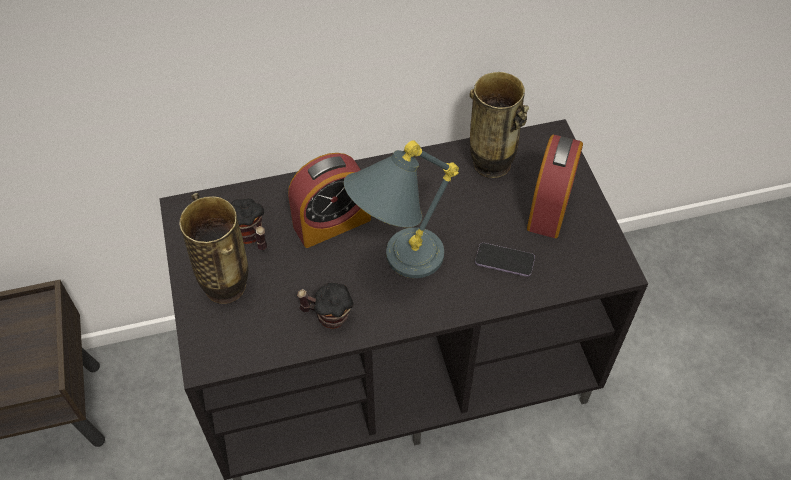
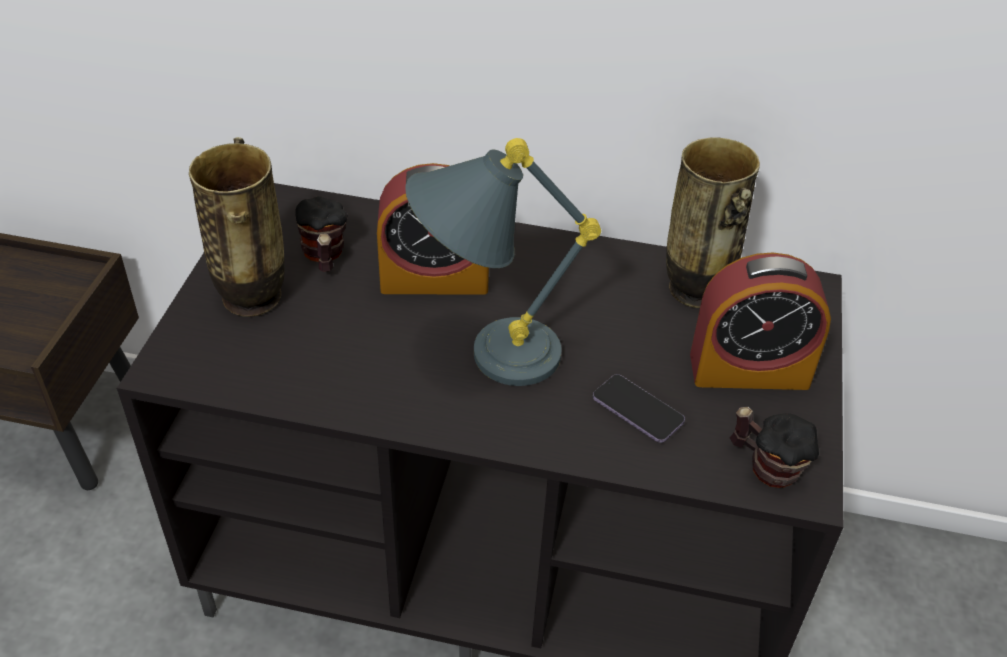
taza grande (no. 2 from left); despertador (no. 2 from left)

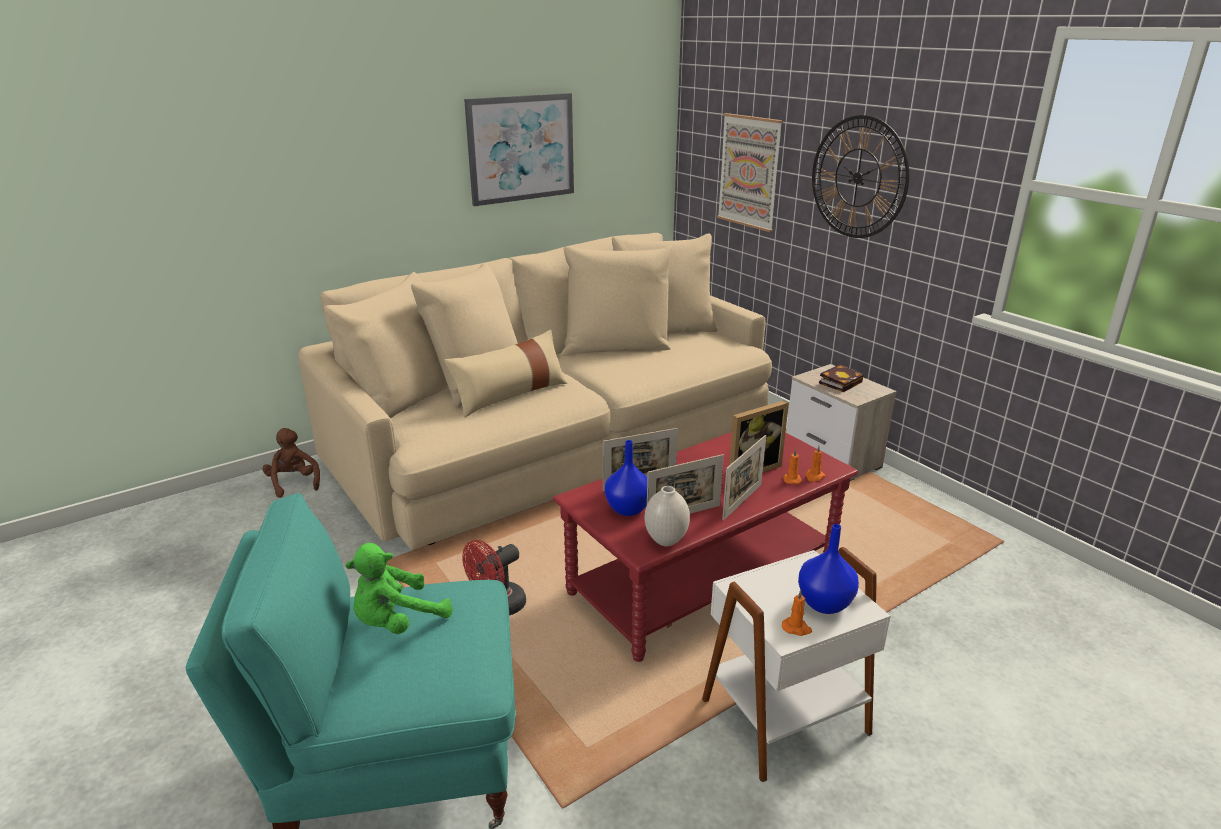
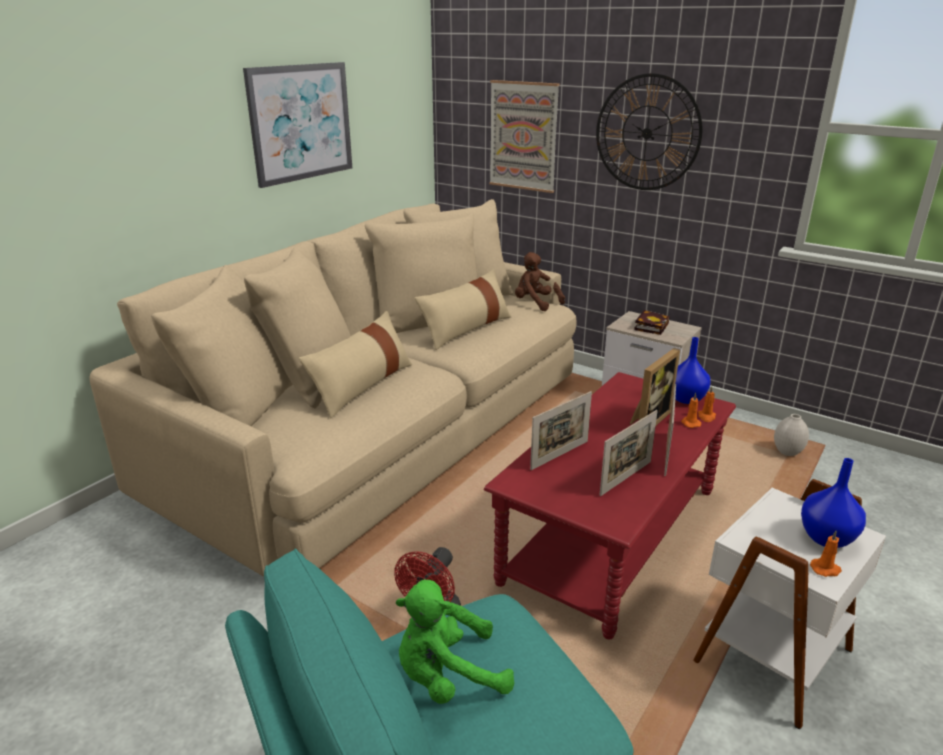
cojín [beis] (no. 2 from left); peluche [marrón]; florero [azul] (no. 1 from left); florero [blanco]; peluche [verde]

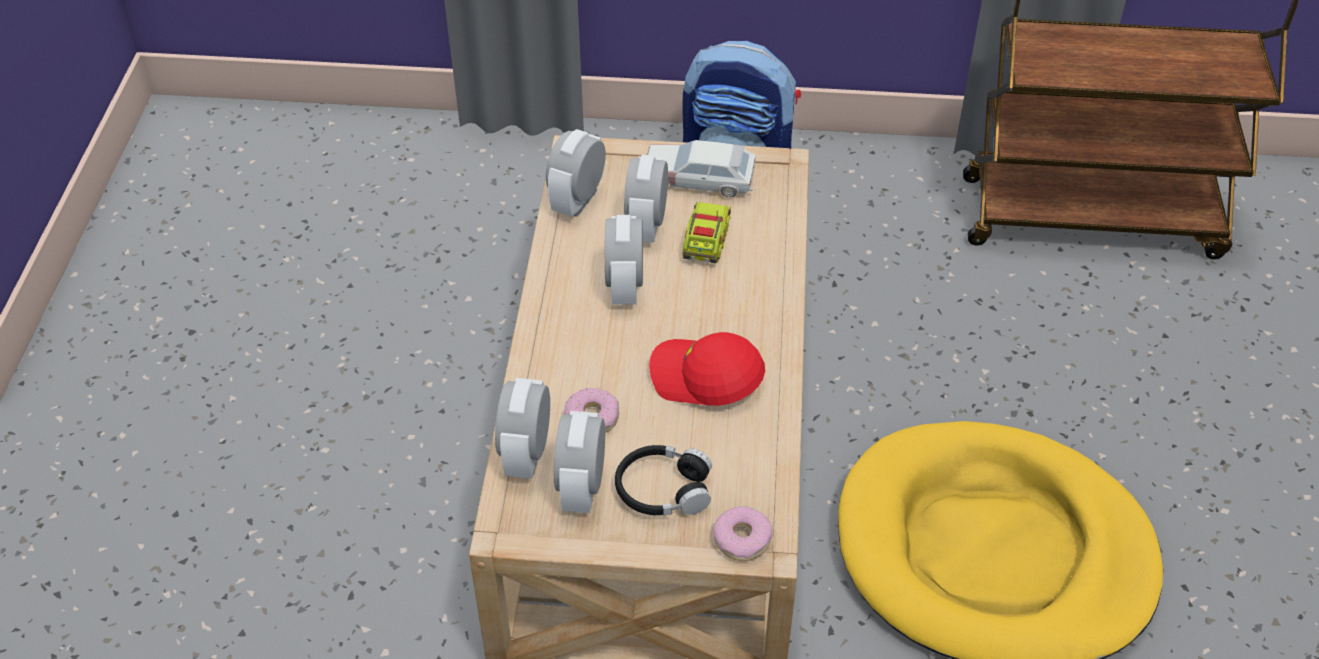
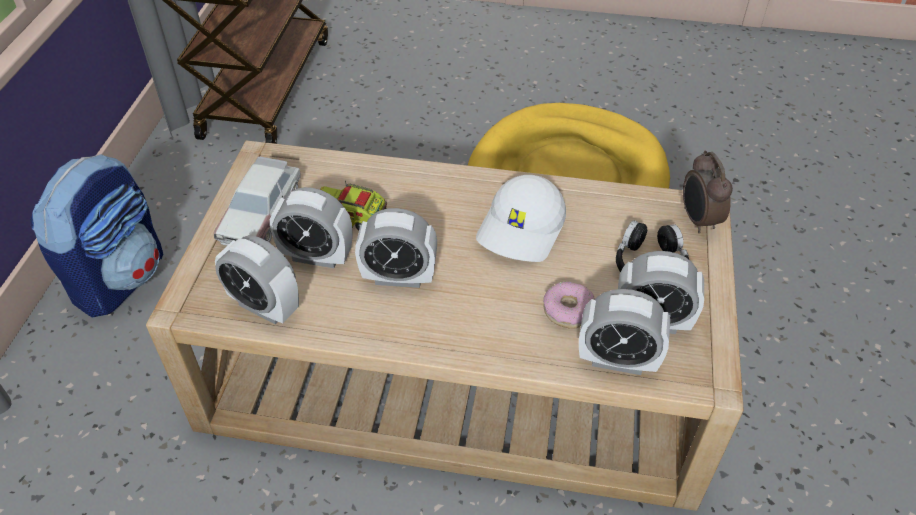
despertador (no. 6 from left); gorra [blanco]

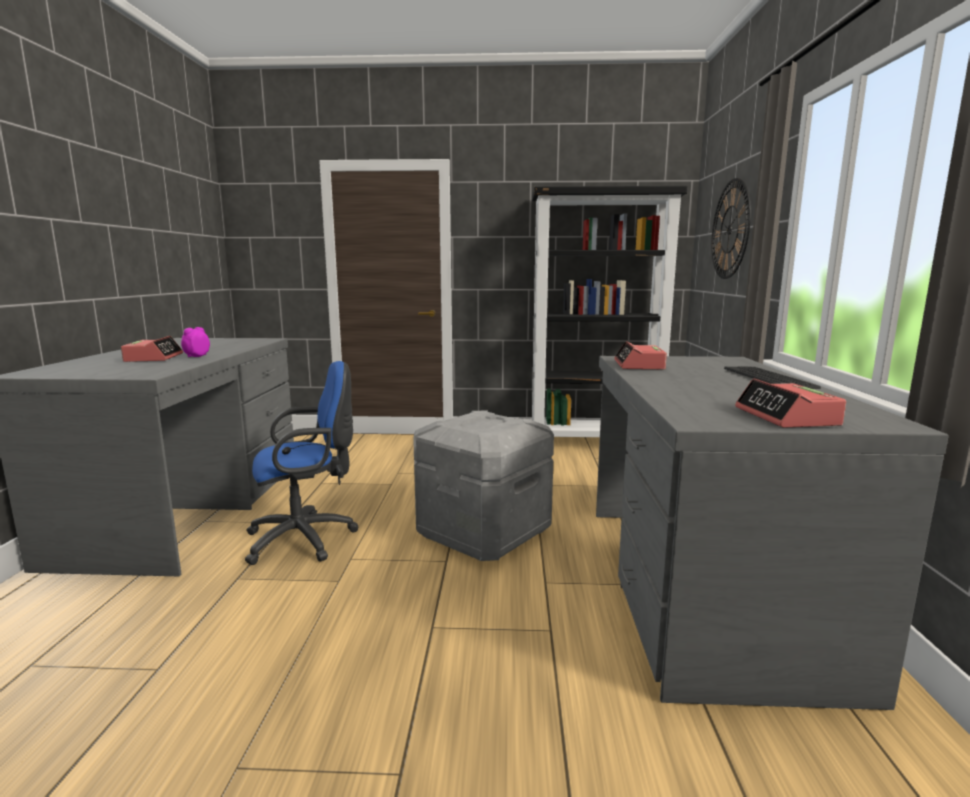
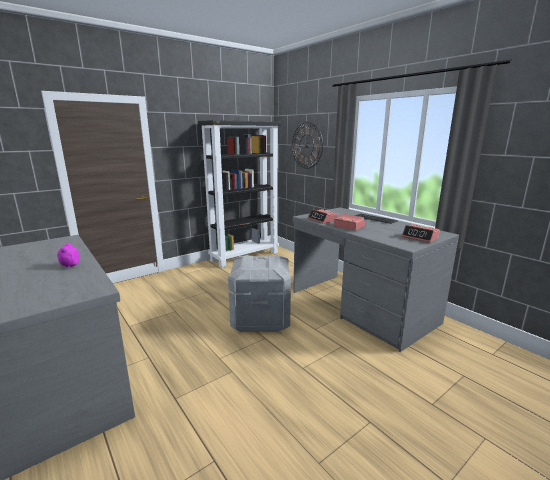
silla de oficina [azul]; despertador (no. 3 from left)

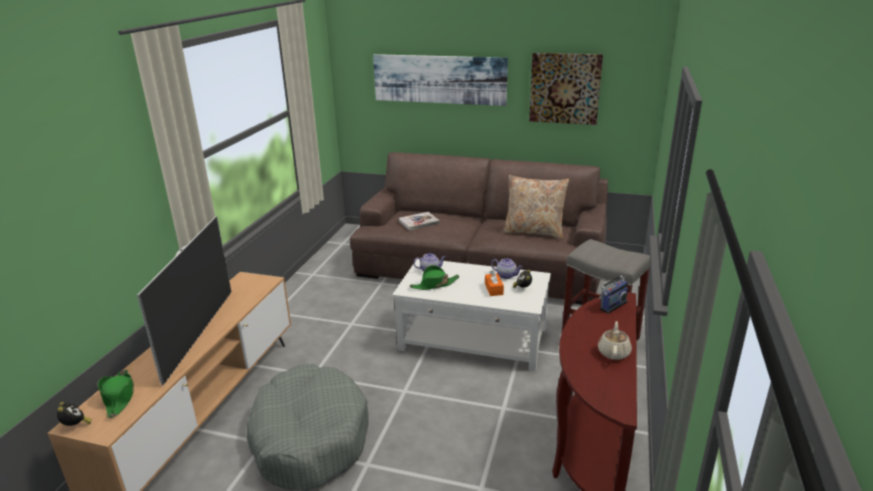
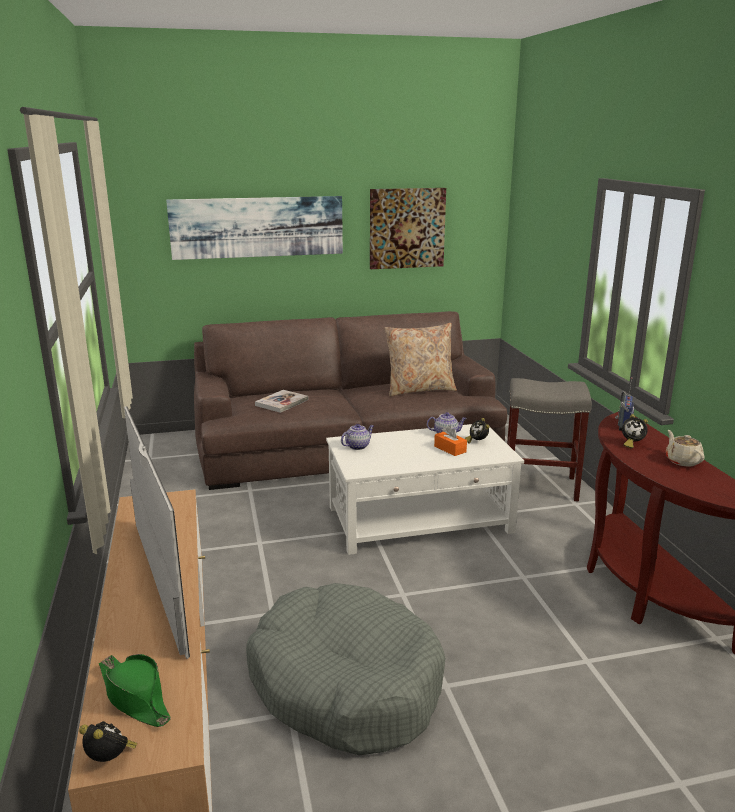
sombrero [verde] (no. 2 from left in the first image); despertador (no. 3 from left)

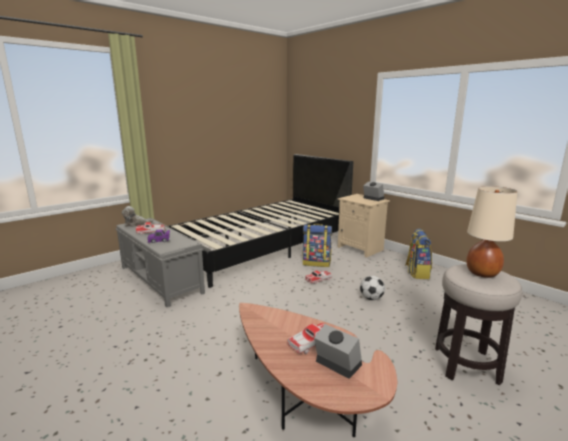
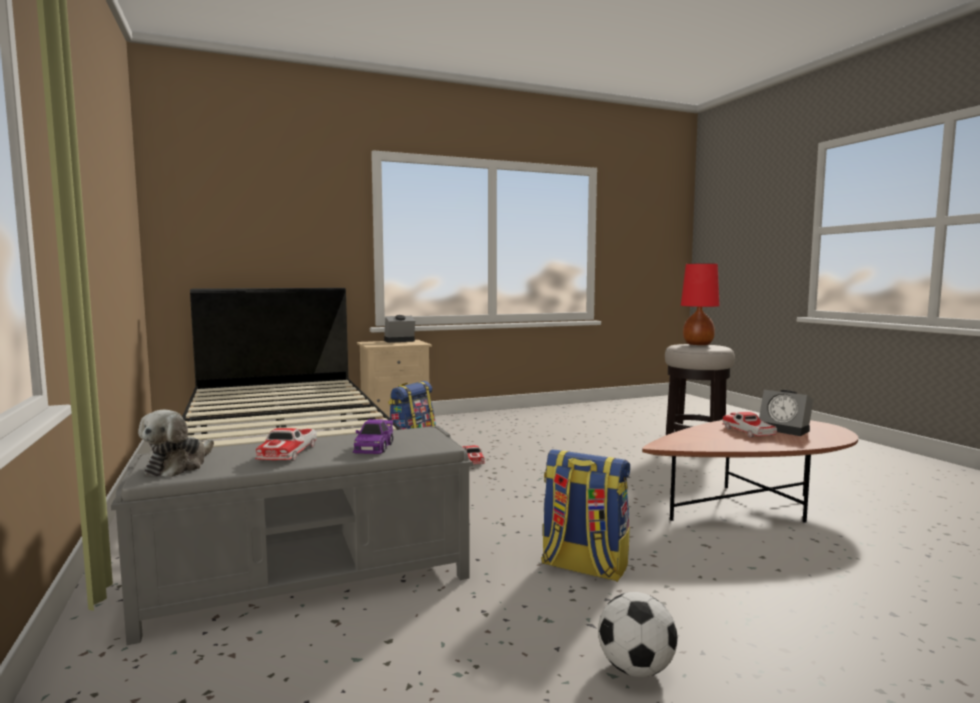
balón de fútbol; mochila (no. 2 from left); lámpara de mesa [rojo]; despertador (no. 2 from left)

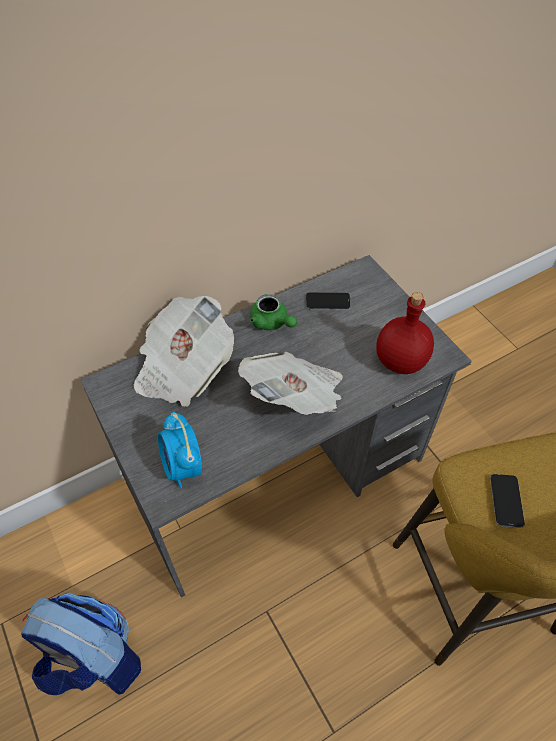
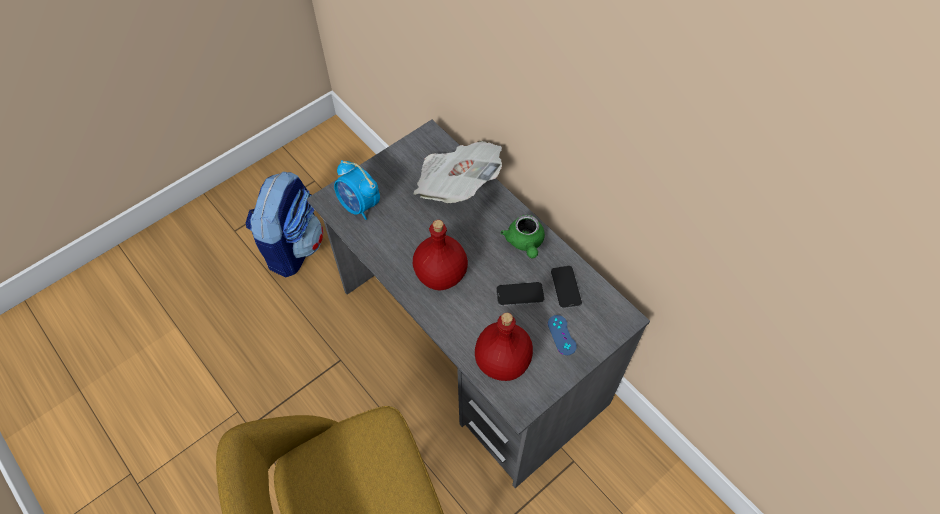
mando de consola [azul]; móvil (no. 1 from left); botella [rojo] (no. 1 from left); despertador; tetera [verde]

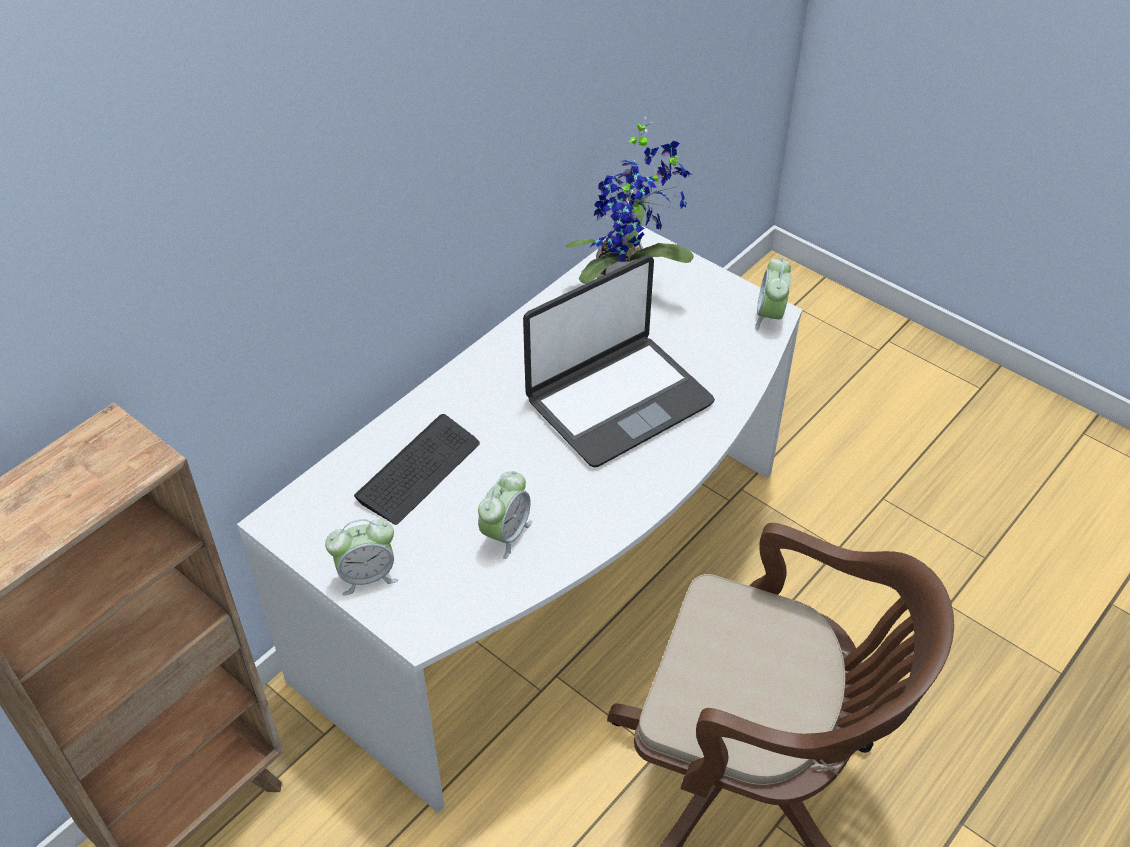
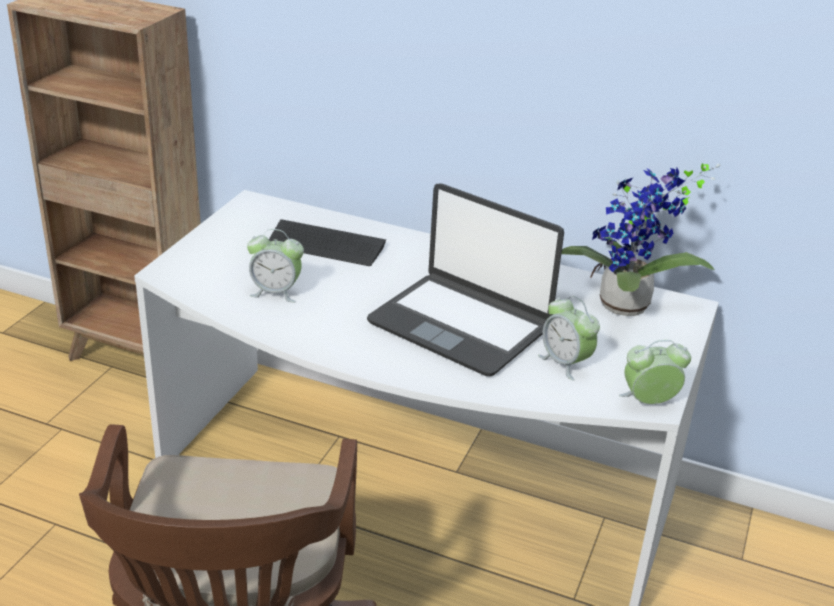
despertador (no. 2 from left)

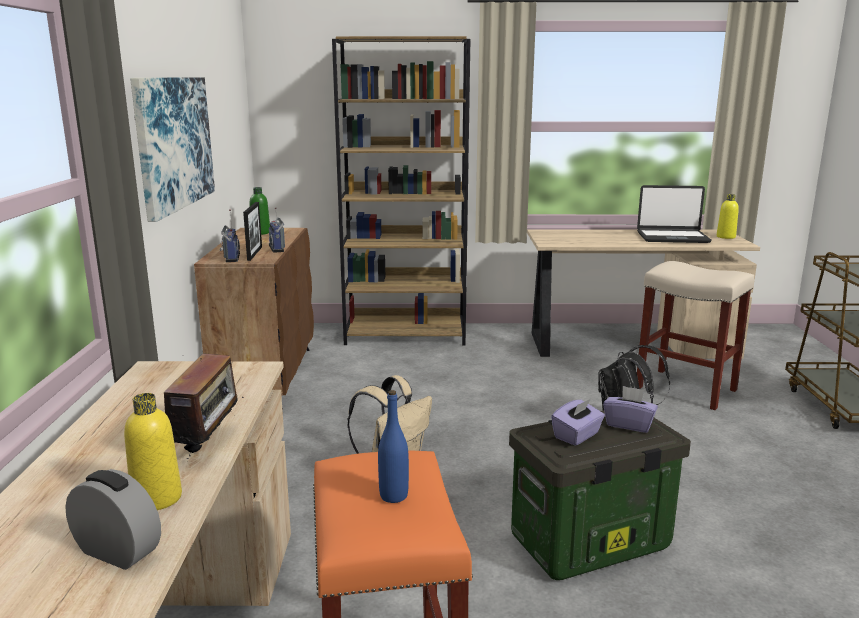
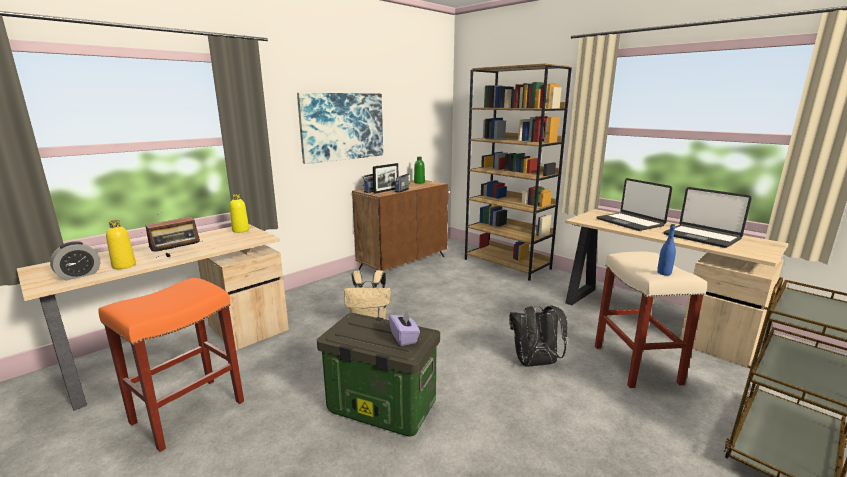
caja de pañuelos [morado] (no. 1 from left in the first image); portátil (no. 1 from left); botella [azul]; botella [amarillo] (no. 2 from left); despertador

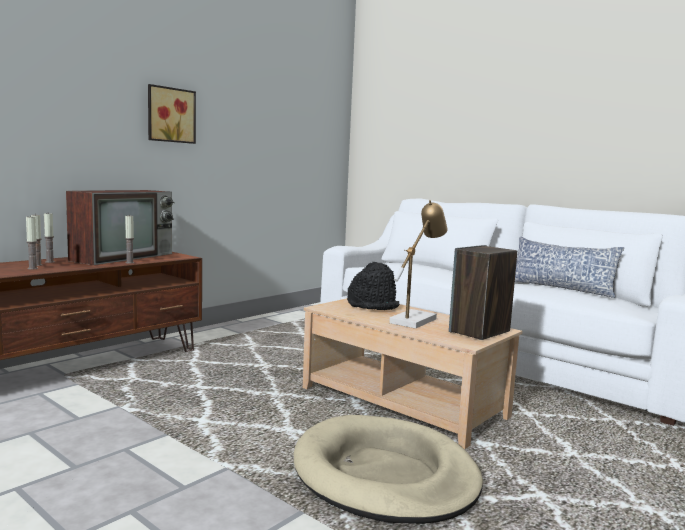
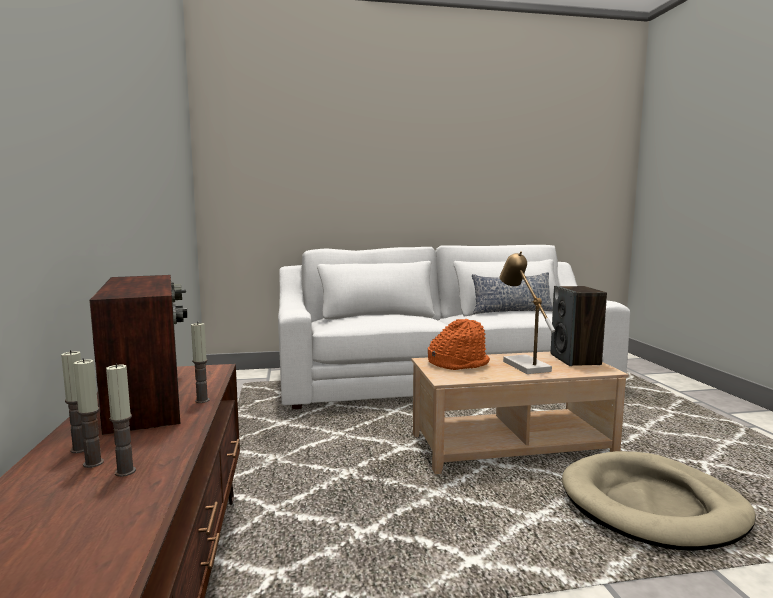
cuadro; sombrero [naranja]

